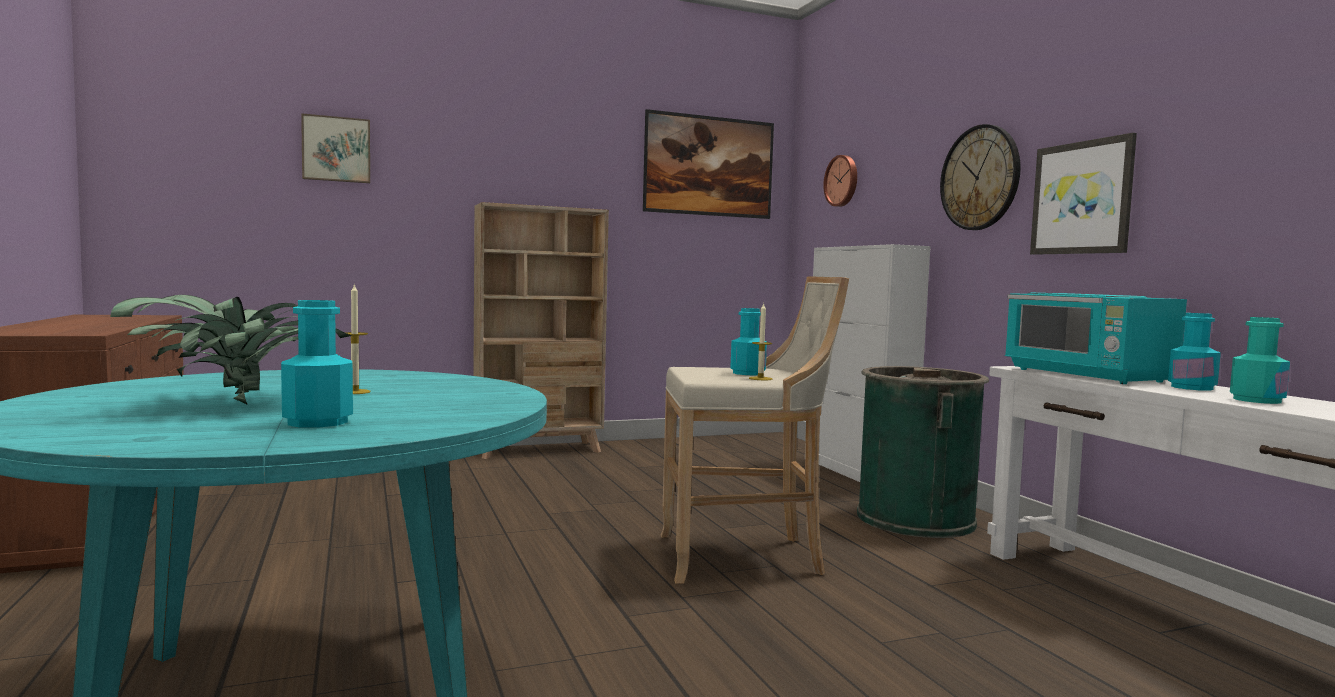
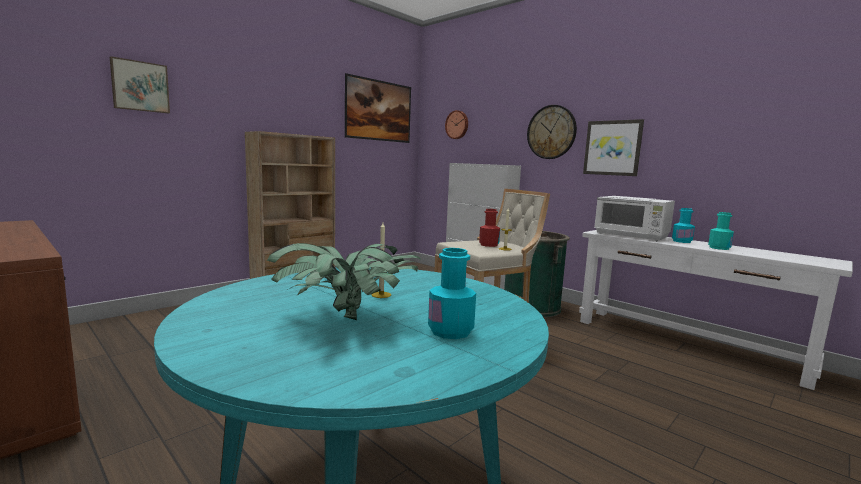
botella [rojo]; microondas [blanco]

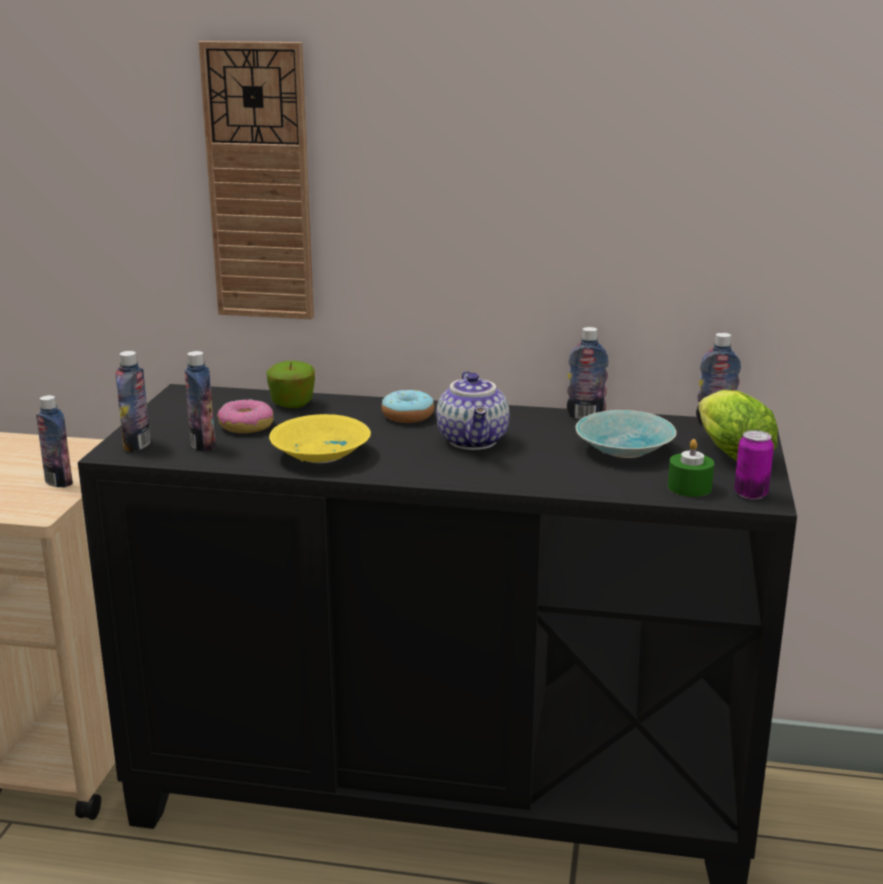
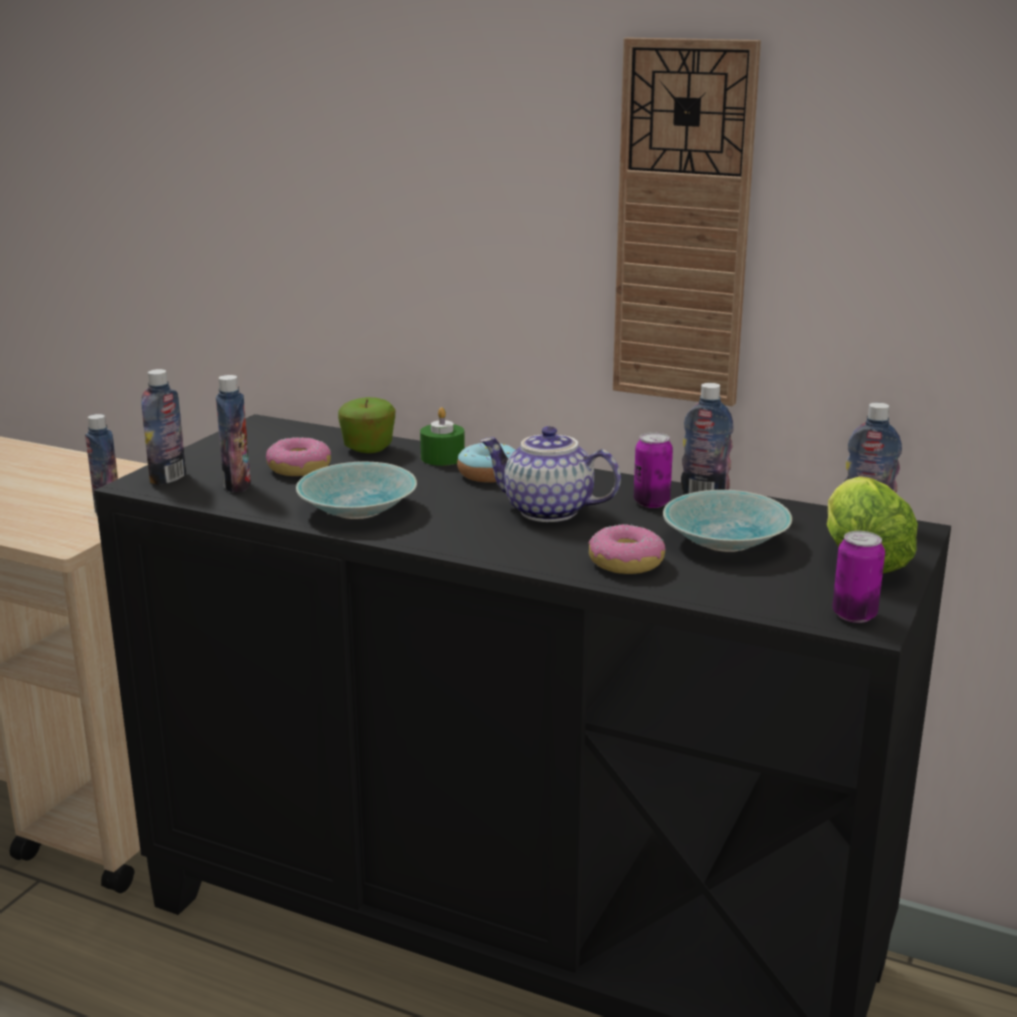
rosquilla (no. 3 from left); lata (no. 1 from left); reloj de pared; vela [verde]; cuenco [turquesa] (no. 1 from left); tetera

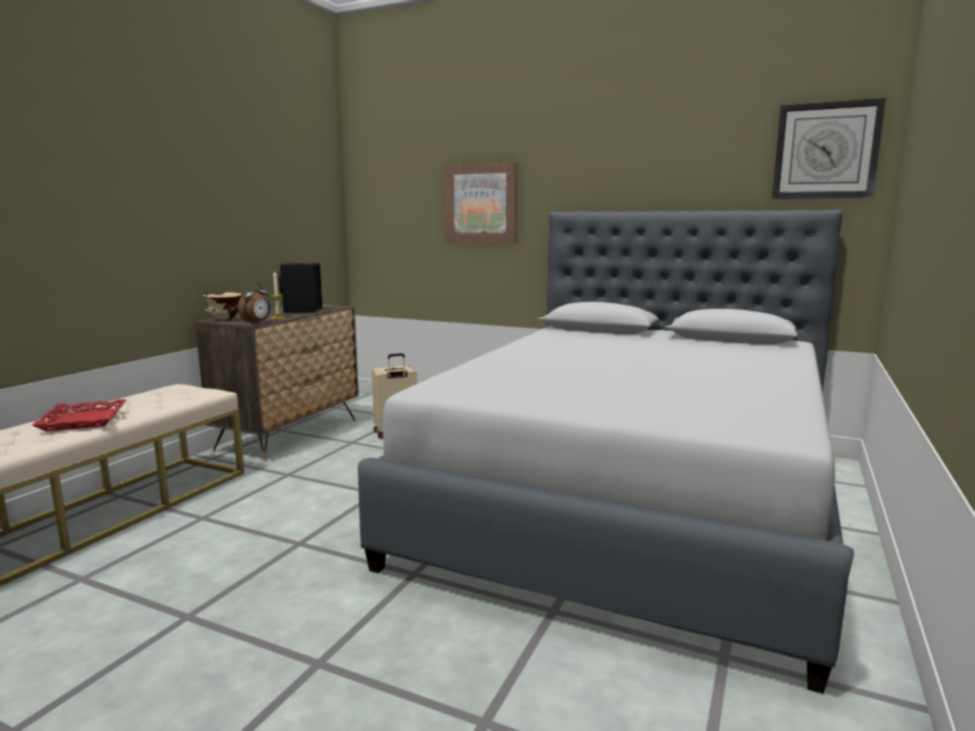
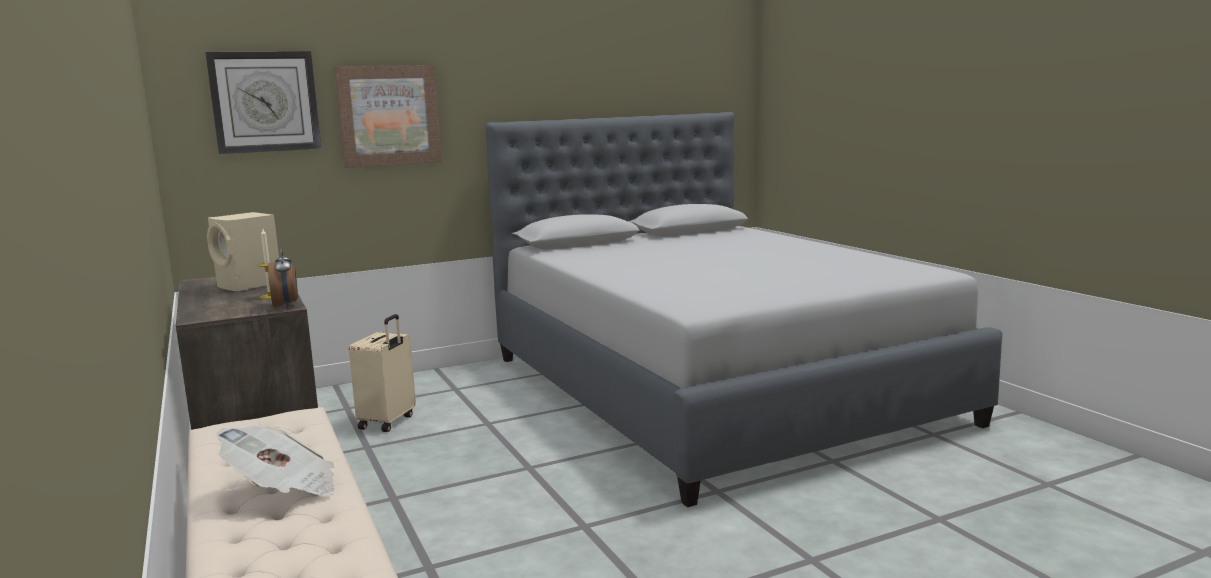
cuenco [beis]; reloj de pared; periódico; altavoz [beis]

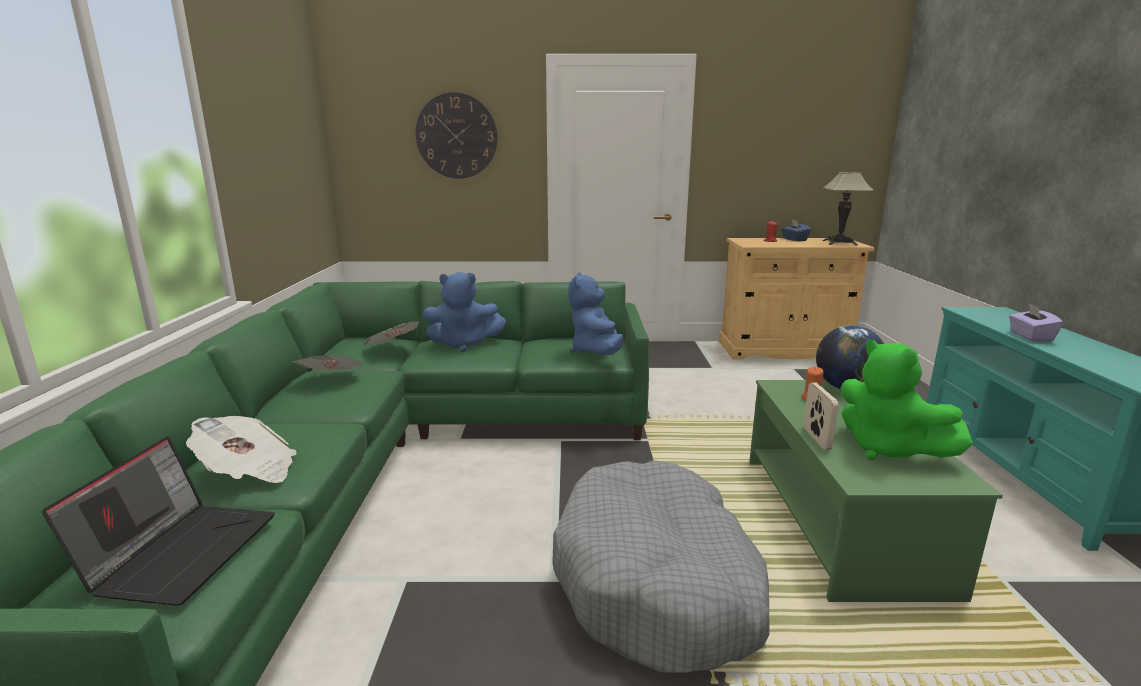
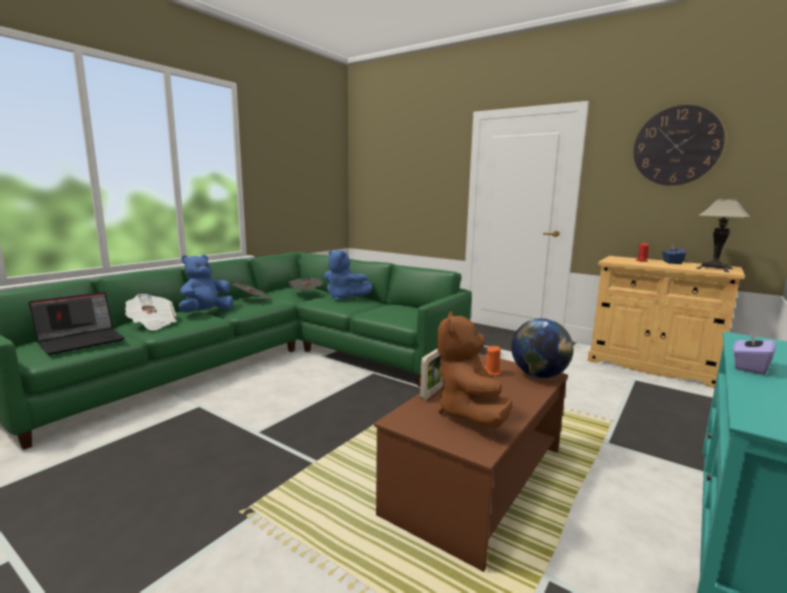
cama para perro [gris]; reloj de pared; peluche [azul] (no. 1 from left); mesa de centro [marrón]; peluche [marrón]

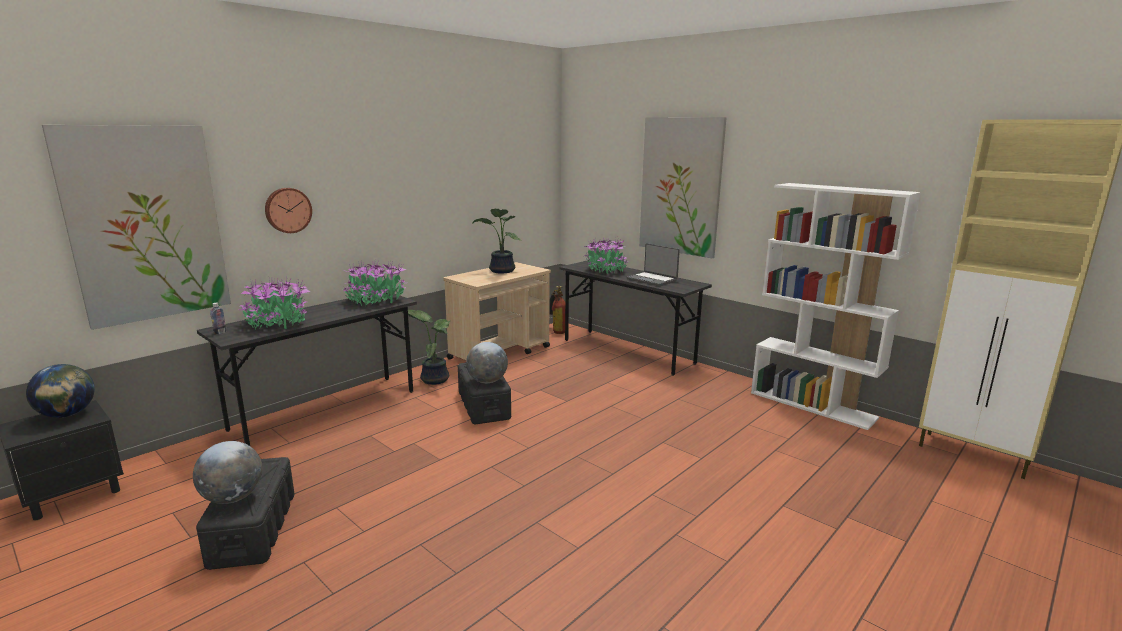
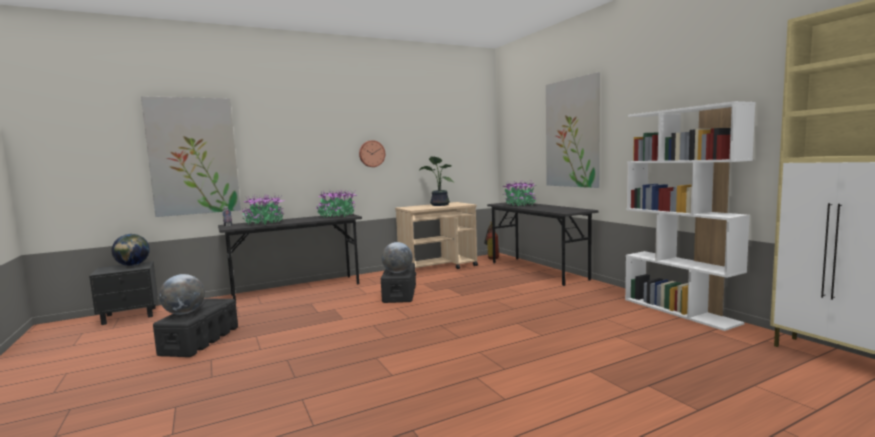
planta en maceta (no. 3 from left in the first image); portátil; reloj de pared

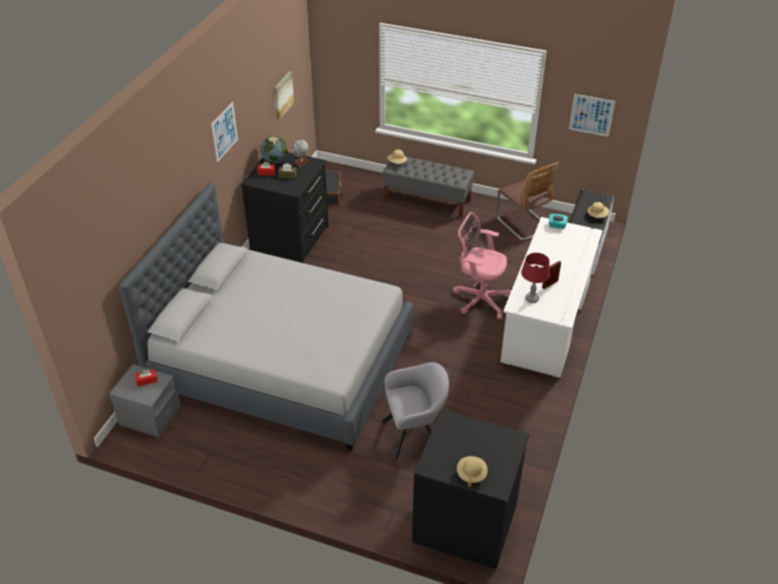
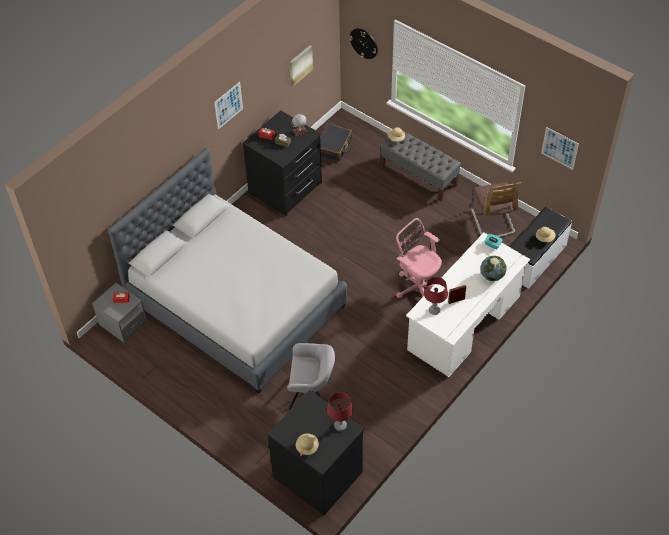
lámpara de mesa [rojo] (no. 1 from left); reloj de pared; globo terráqueo (no. 2 from left)

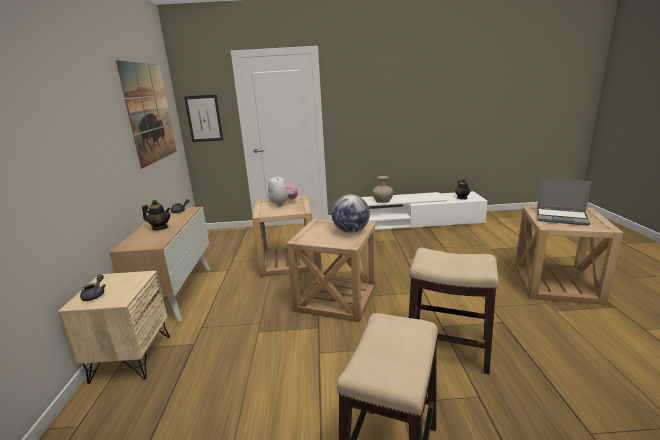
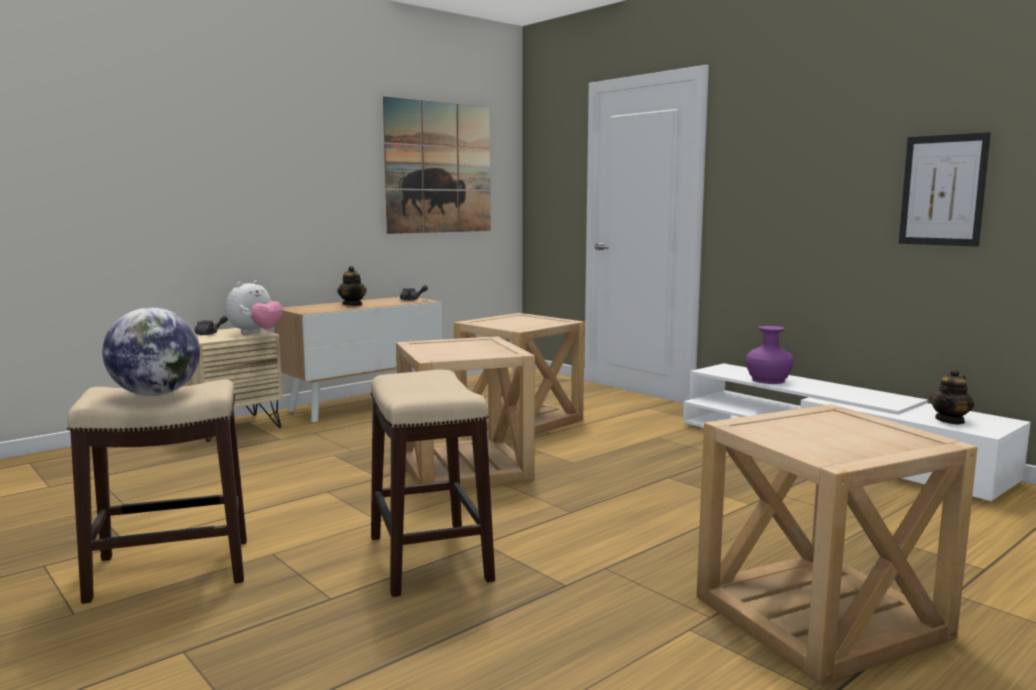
portátil; cuadro (no. 2 from left); peluche; globo terráqueo; florero [morado]

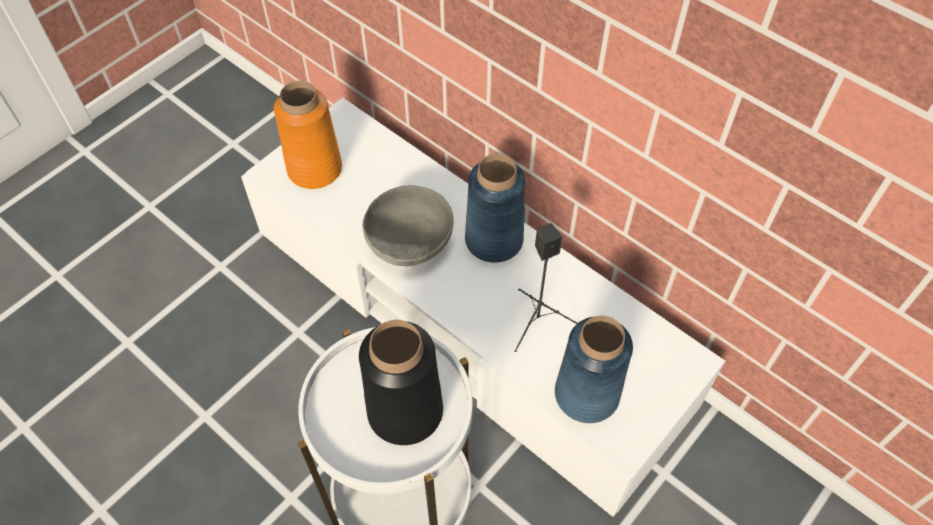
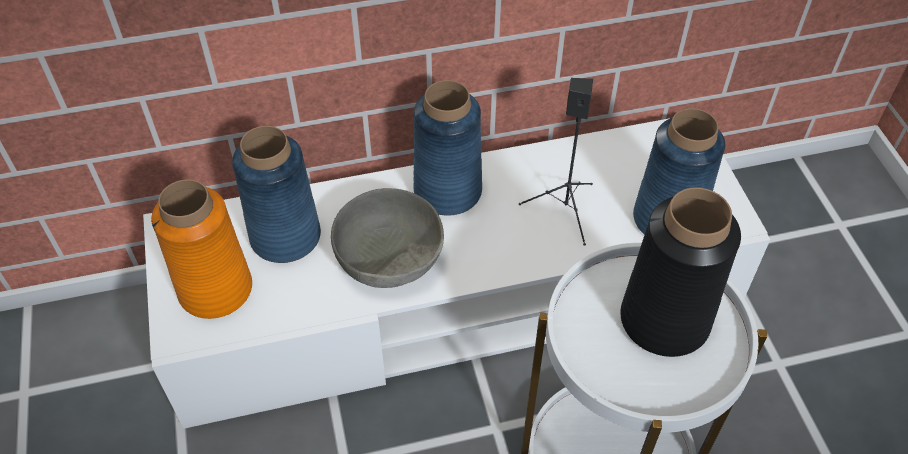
florero [azul] (no. 1 from left)

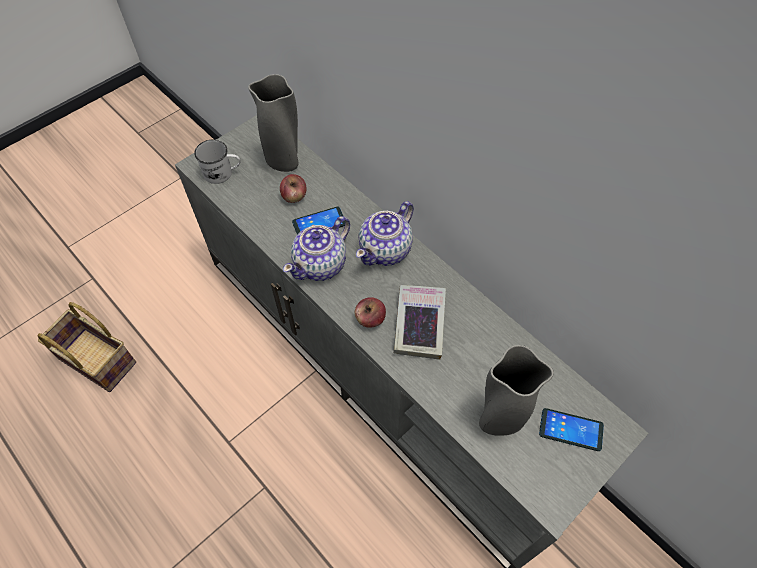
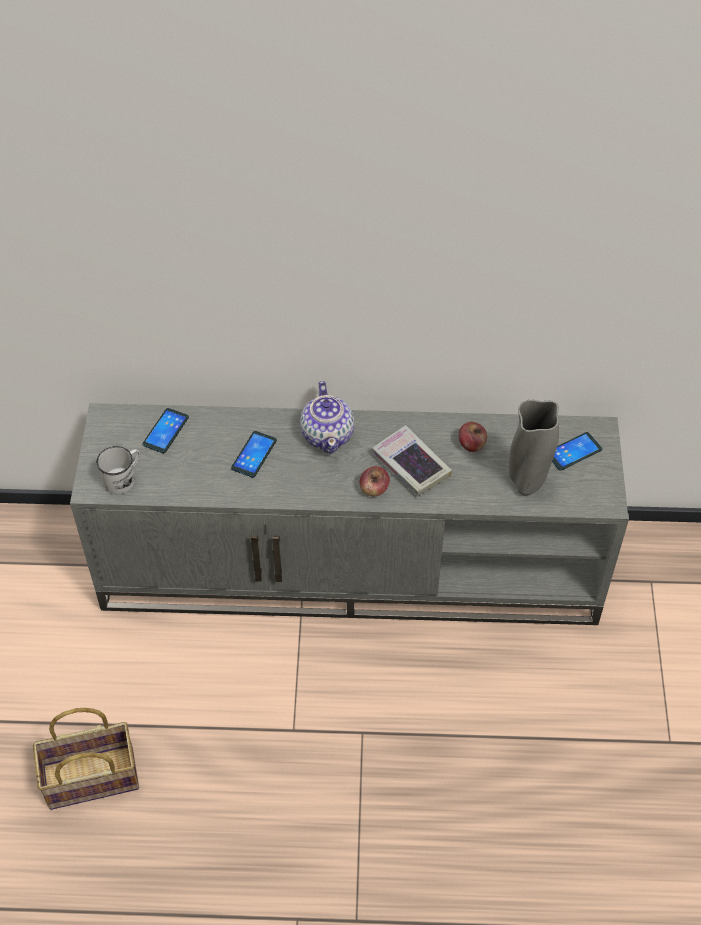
tetera (no. 1 from left in the first image); manzana (no. 2 from left); móvil (no. 1 from left)

